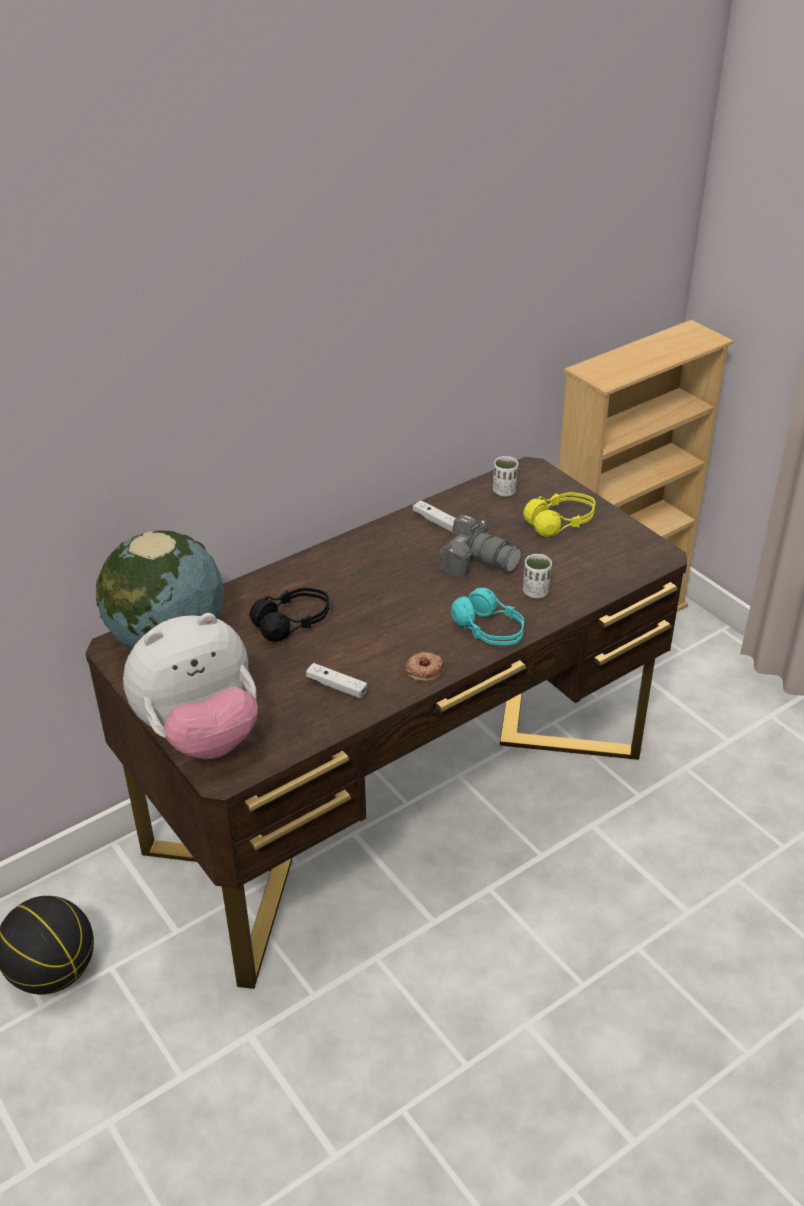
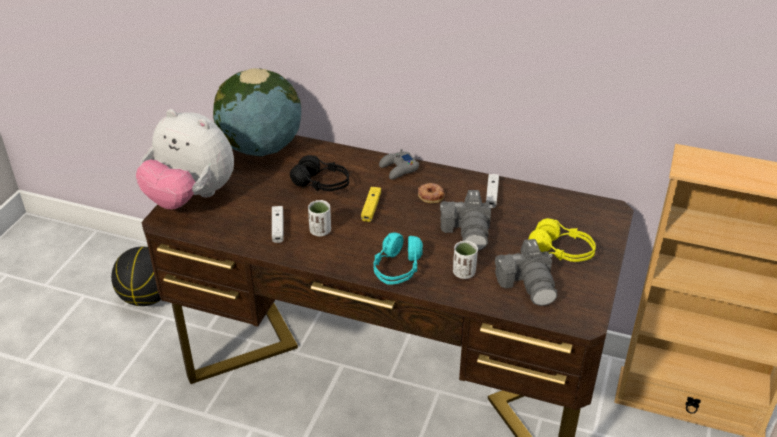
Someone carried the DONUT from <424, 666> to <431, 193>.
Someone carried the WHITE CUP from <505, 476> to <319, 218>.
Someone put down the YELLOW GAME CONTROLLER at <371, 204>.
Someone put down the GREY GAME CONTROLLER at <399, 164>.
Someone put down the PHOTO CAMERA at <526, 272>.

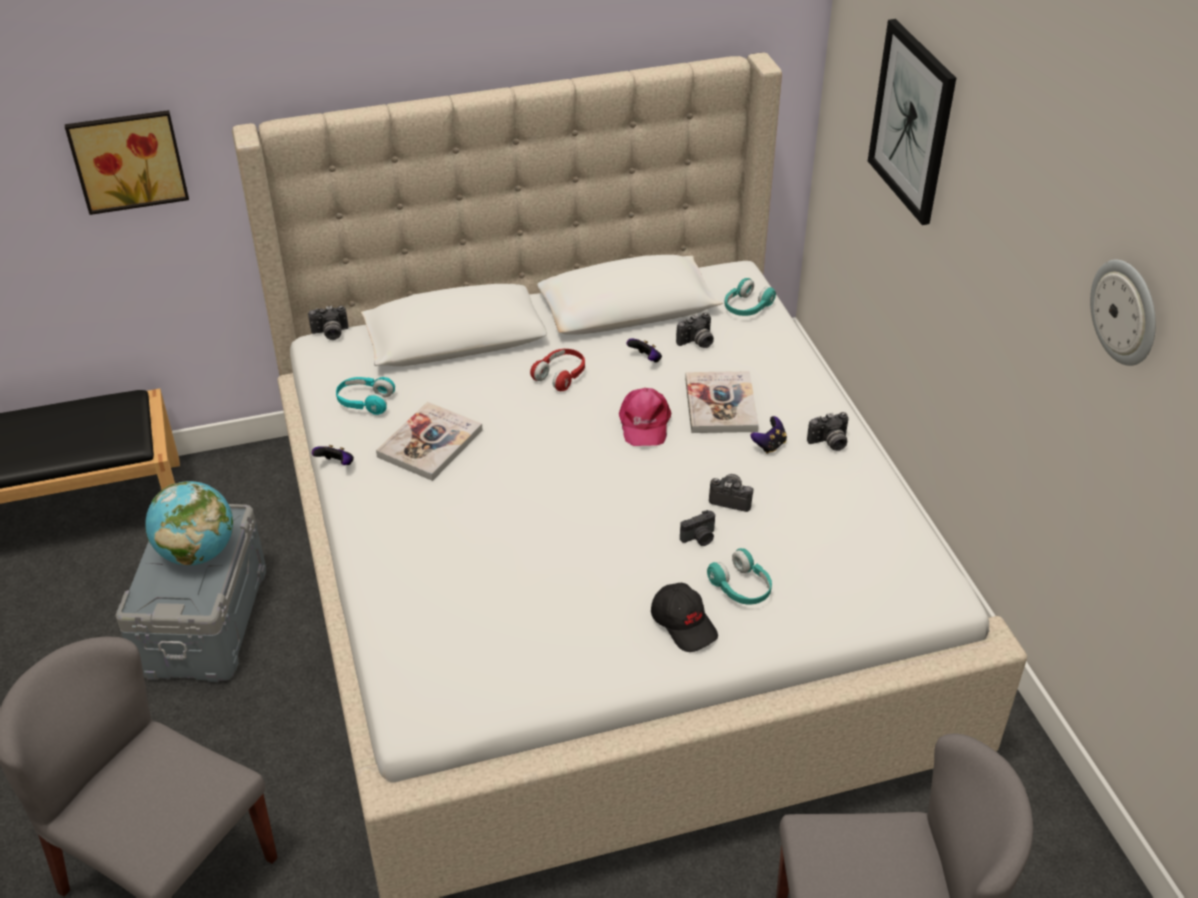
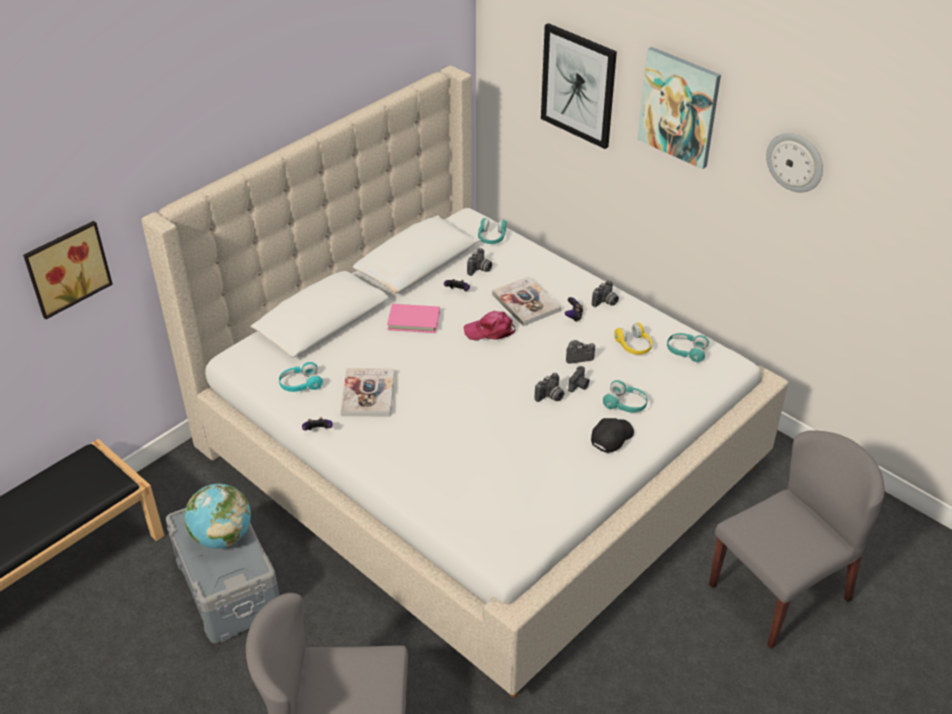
Someone carried the PHOTO CAMERA from <328, 322> to <549, 387>.
Someone swapped the RED HEADPHONES at <557, 370> for the PINK BOOK at <413, 318>.
Someone rotated the PINK CAP at <645, 417> by 120 degrees clockwise.
Someone rotated the BLACK CAP at <684, 617> by 75 degrees counterclockwise.
Someone put down the YELLOW HEADPHONES at <633, 338>.
Someone put up the PICTURE at <679, 108>.
Someone put down the TURQUOISE HEADPHONES at <688, 347>.

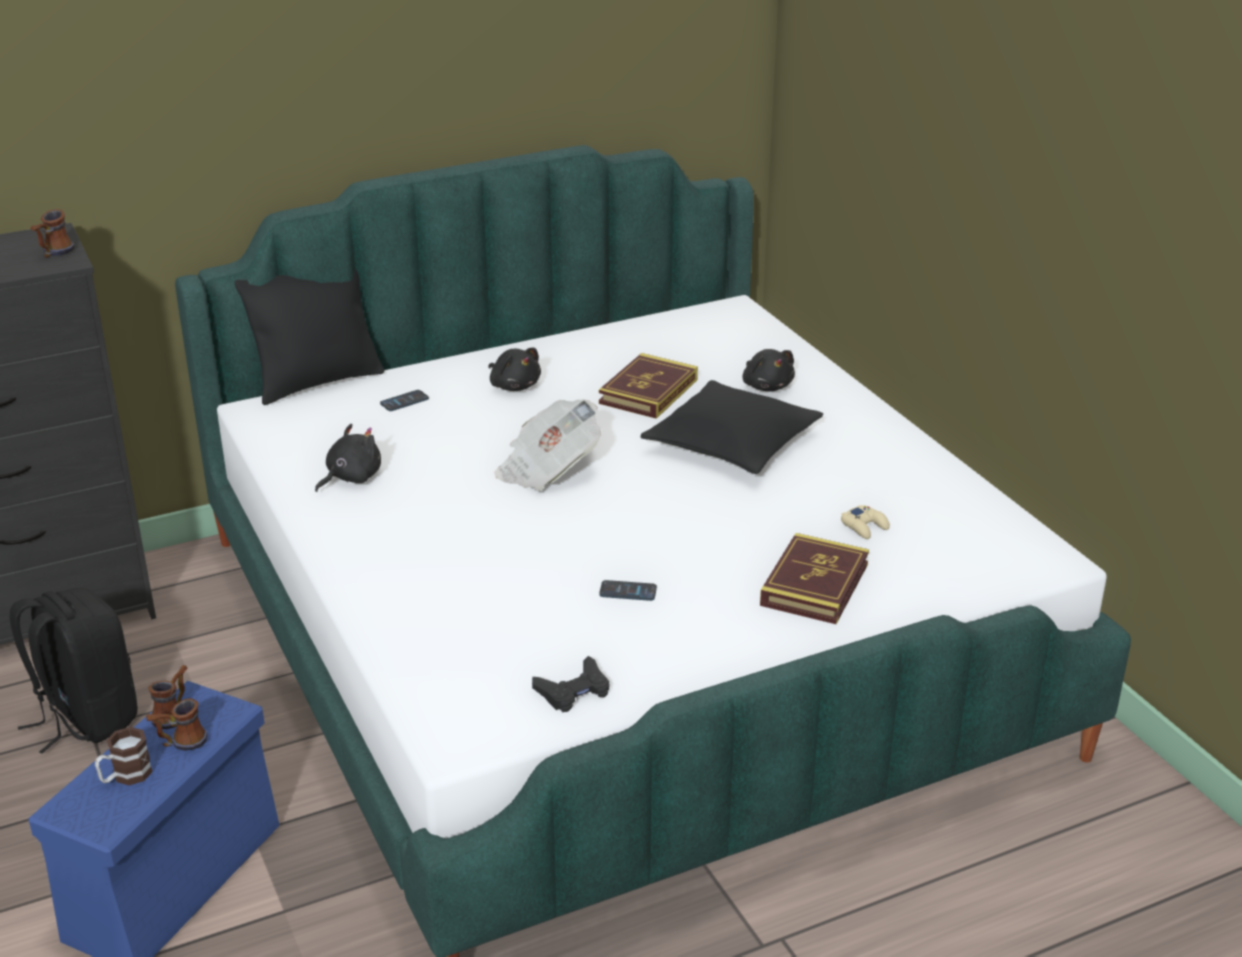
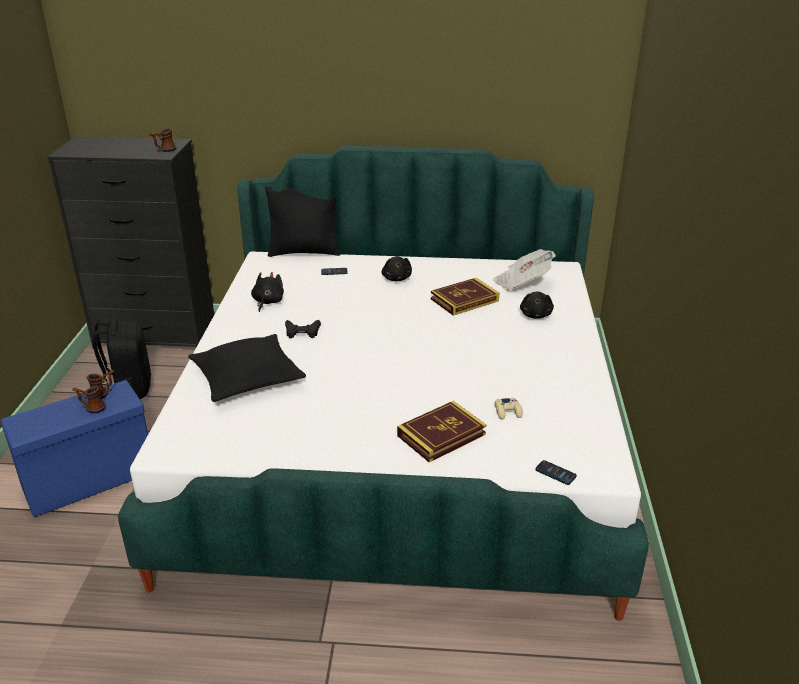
Someone took away the MUG at <124, 756>.
Someone rotated the BLACK PLUSH TOY at <348, 458> by 60 degrees counterclockwise.
Someone carried the NEWSPAPER from <547, 445> to <524, 270>.
Someone carried the BLACK GAME CONTROLLER from <570, 684> to <303, 329>.
Someone carried the PHONE from <628, 590> to <556, 472>.
Someone carried the BLACK PILLOW from <731, 427> to <247, 368>.

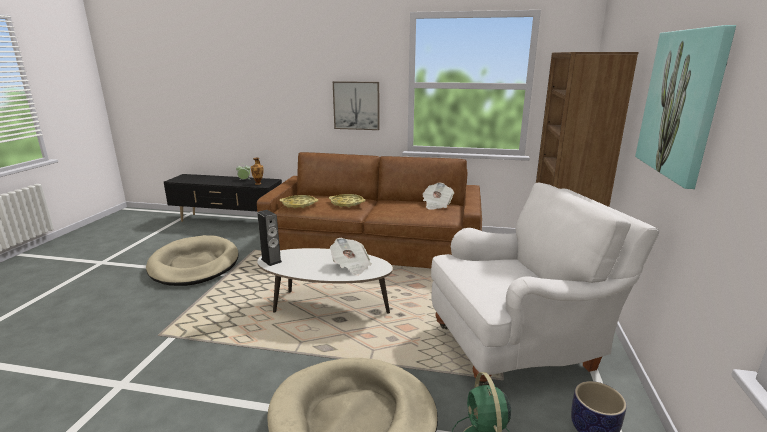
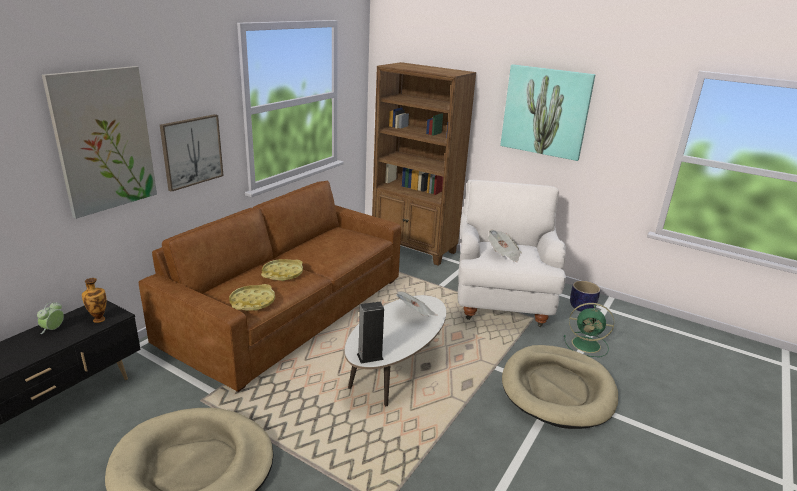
Someone carried the NEWSPAPER from <438, 196> to <505, 246>.
Someone put up the PICTURE at <99, 142>.

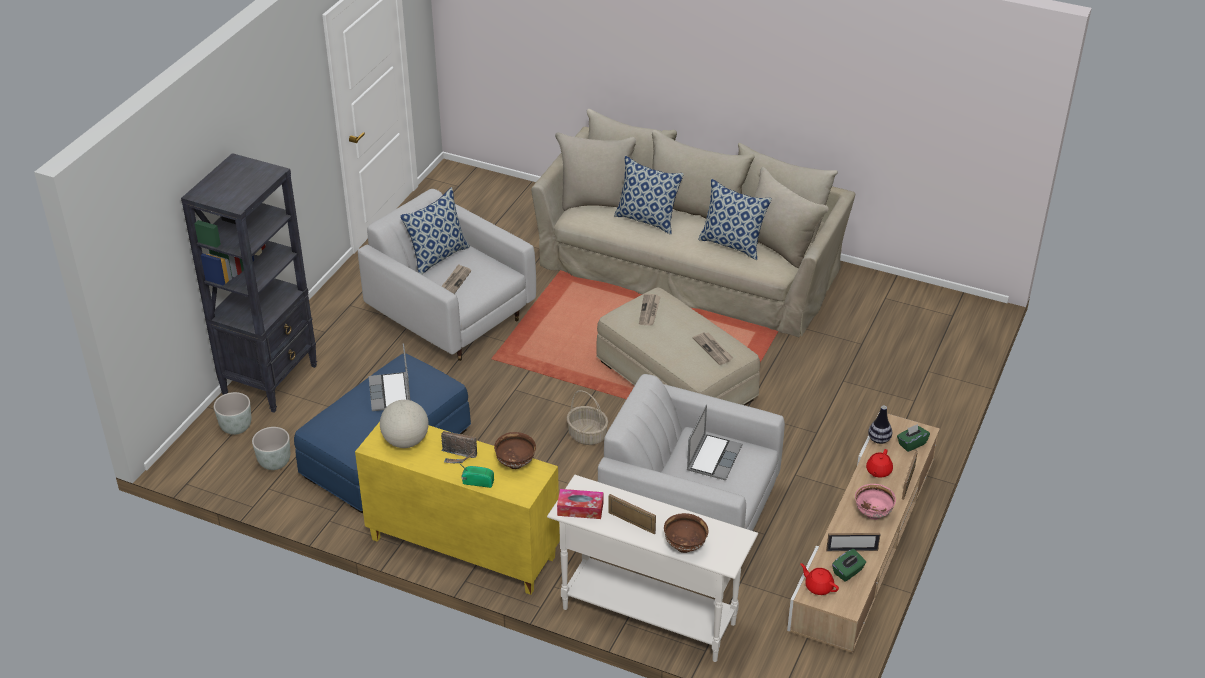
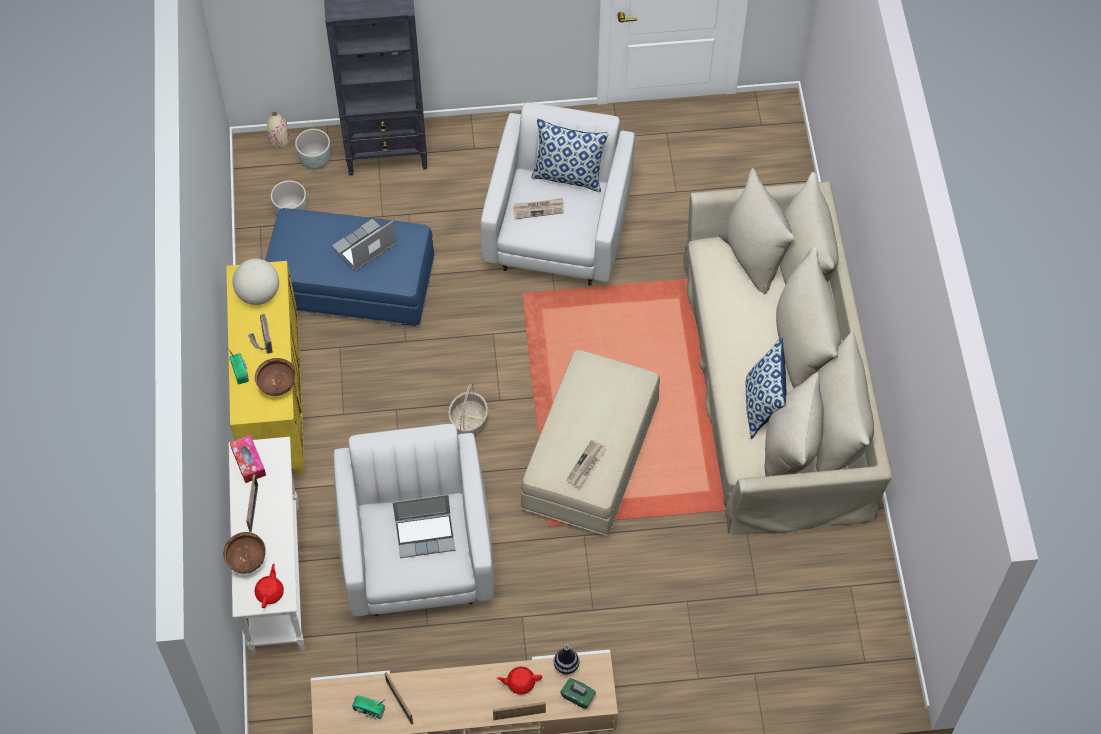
Someone took away the PILLOW at <649, 195>.
Someone took away the NEWSPAPER at <650, 310>.
Someone carried the RED TEAPOT from <819, 579> to <269, 586>.
Someone swapped the GREEN TISSUE BOX at <849, 565> for the RADIO at <368, 707>.
Someone took away the PINK BOWL at <875, 502>.
Someone put down the BEIGE VASE at <278, 129>.

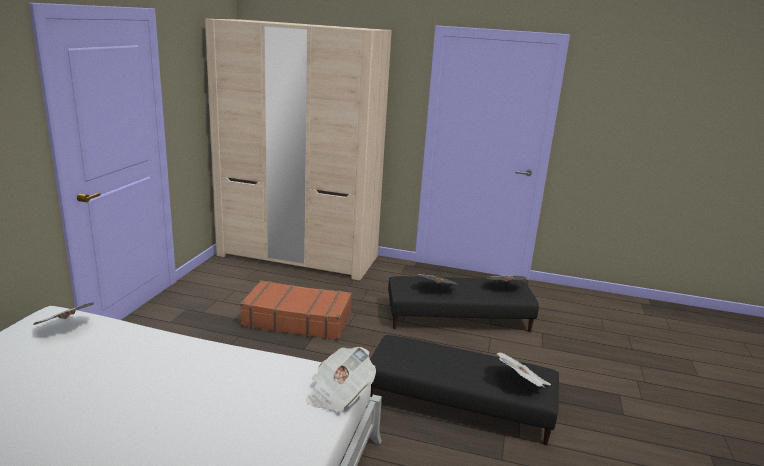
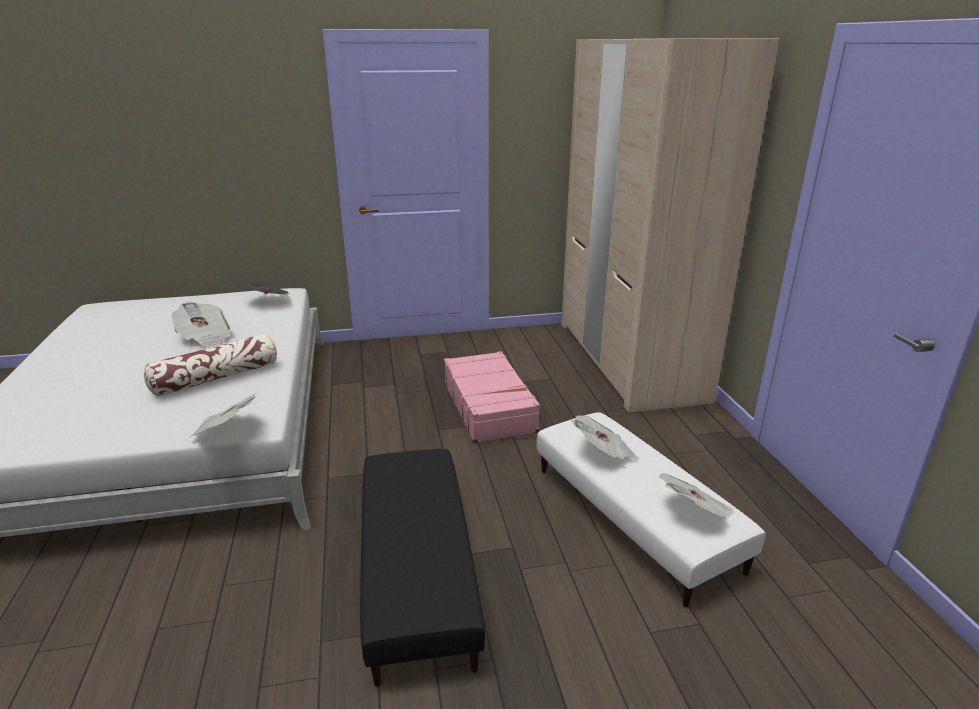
Someone repainted the BROWN SUITCASE at <296, 310>, which became the PINK SUITCASE at <492, 397>.
Someone repainted the BLACK OTTOMAN at <463, 304>, which became the WHITE OTTOMAN at <651, 509>.
Someone carried the NEWSPAPER from <524, 370> to <201, 325>.
Someone put down the PILLOW at <210, 365>.

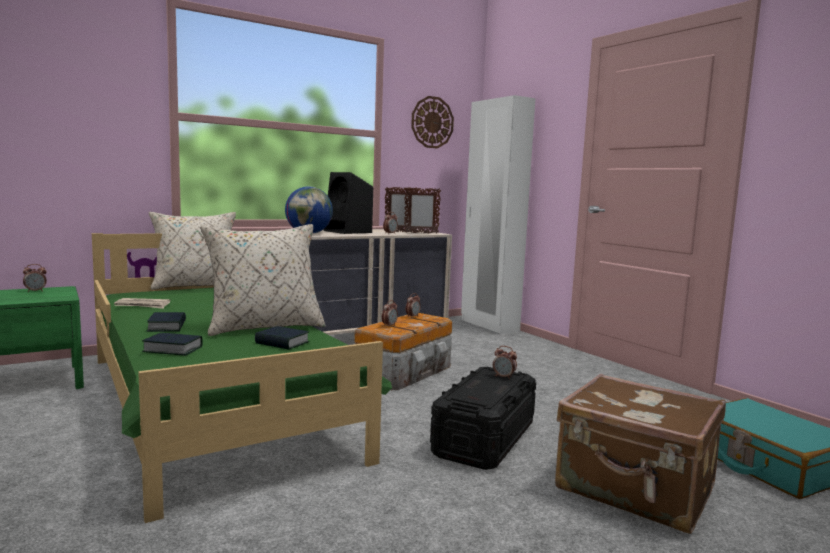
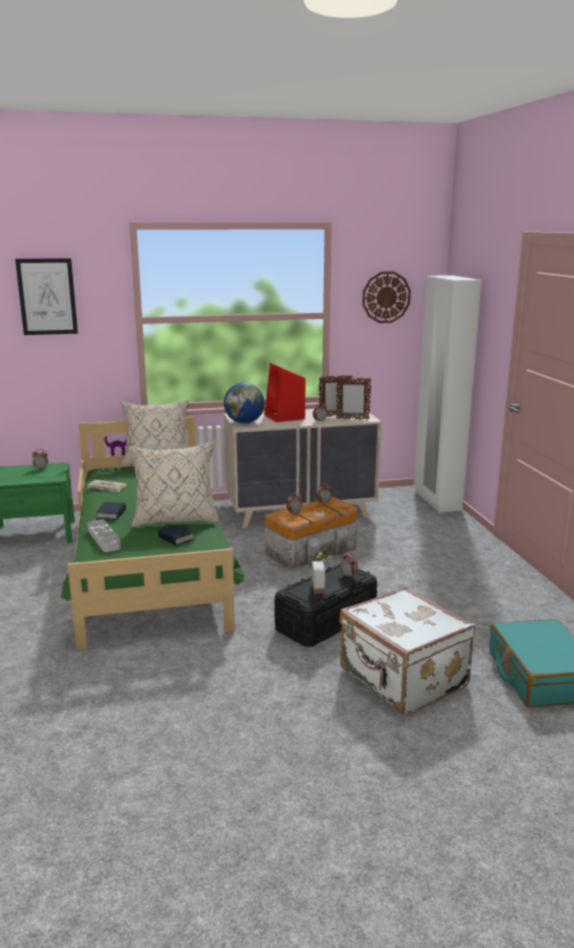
Someone swapped the BOOK at <172, 344> for the GREY TRAY at <104, 536>.
Someone repainted the BLACK SPEAKER at <348, 203>, which became the RED SPEAKER at <285, 392>.
Someone repainted the BROWN SUITCASE at <640, 454>, which became the WHITE SUITCASE at <407, 651>.
Someone put up the PICTURE at <46, 296>.
Someone put down the POTTED PLANT at <322, 573>.

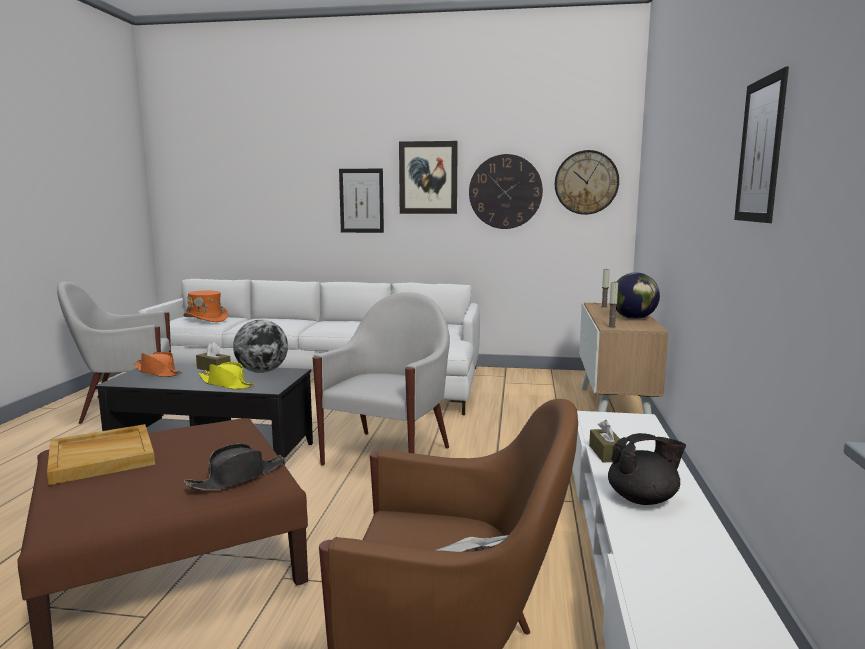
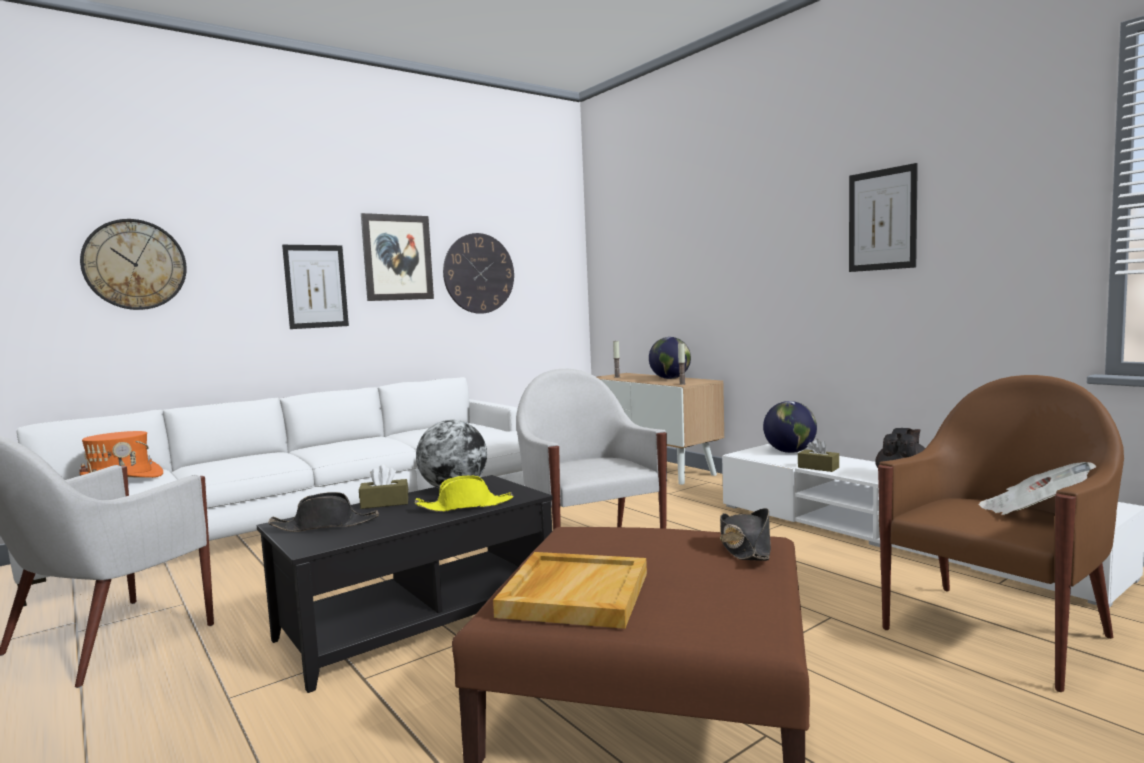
Someone repainted the ORANGE HAT at <158, 364>, which became the BLACK HAT at <323, 512>.
Someone carried the WALL CLOCK from <587, 182> to <133, 264>.
Someone put down the GLOBE at <790, 427>.

